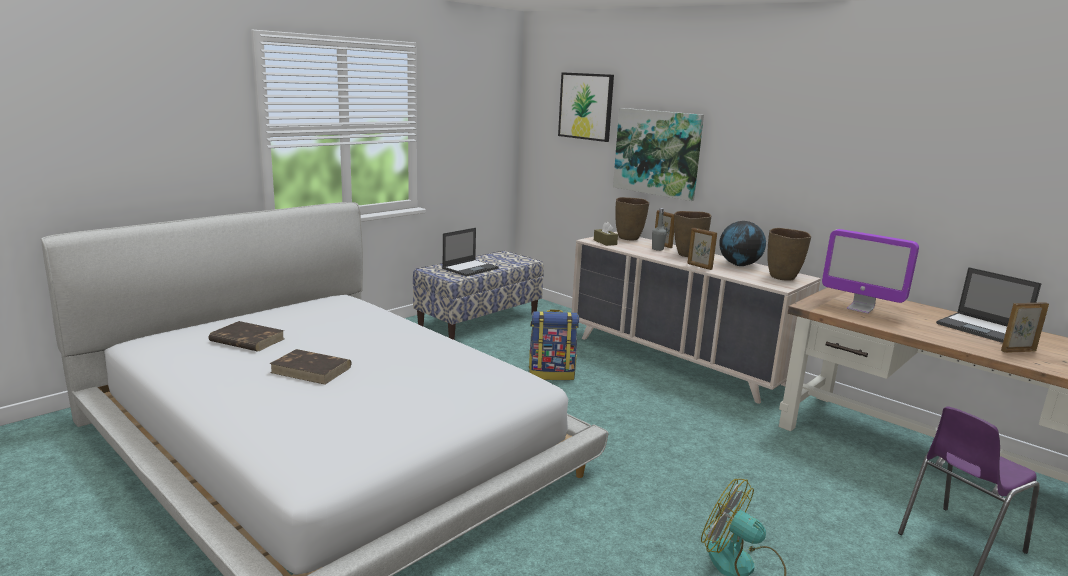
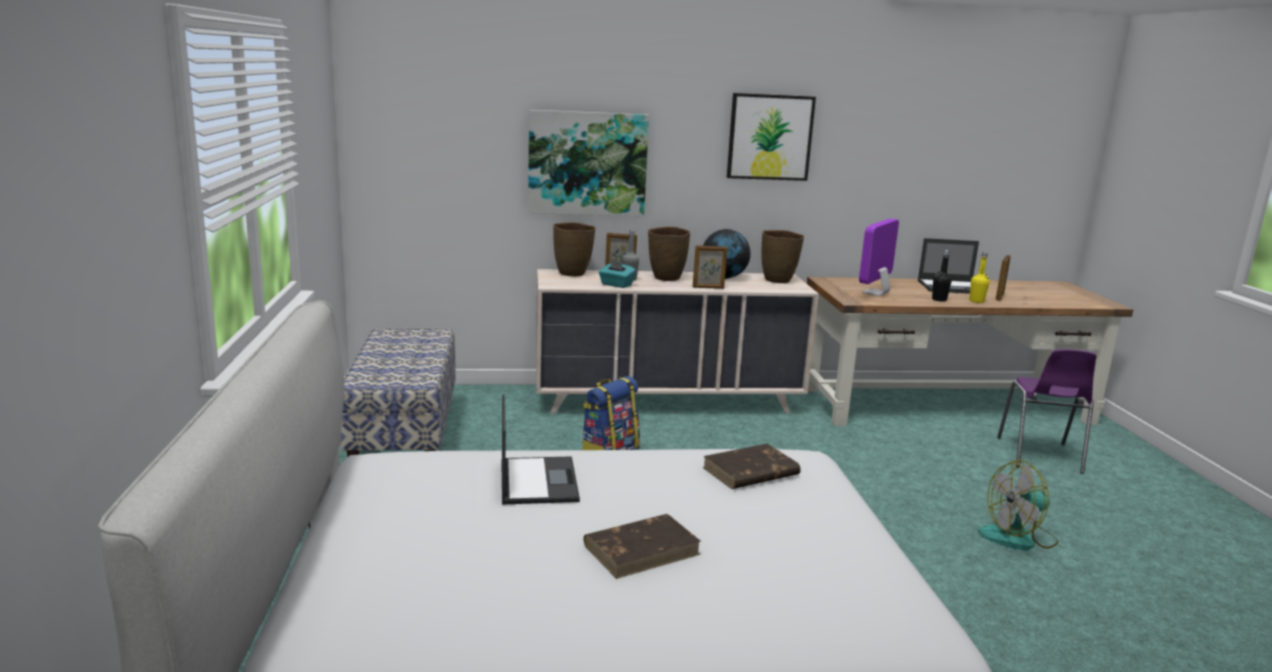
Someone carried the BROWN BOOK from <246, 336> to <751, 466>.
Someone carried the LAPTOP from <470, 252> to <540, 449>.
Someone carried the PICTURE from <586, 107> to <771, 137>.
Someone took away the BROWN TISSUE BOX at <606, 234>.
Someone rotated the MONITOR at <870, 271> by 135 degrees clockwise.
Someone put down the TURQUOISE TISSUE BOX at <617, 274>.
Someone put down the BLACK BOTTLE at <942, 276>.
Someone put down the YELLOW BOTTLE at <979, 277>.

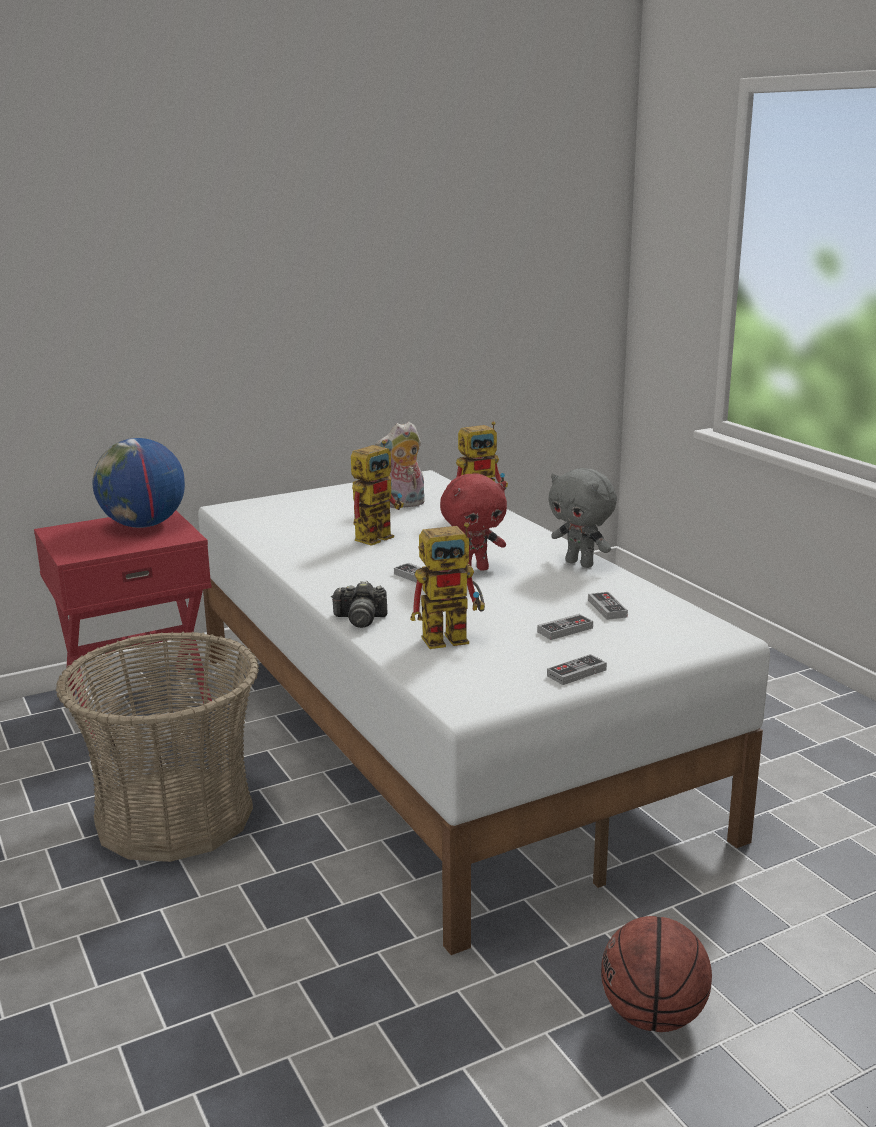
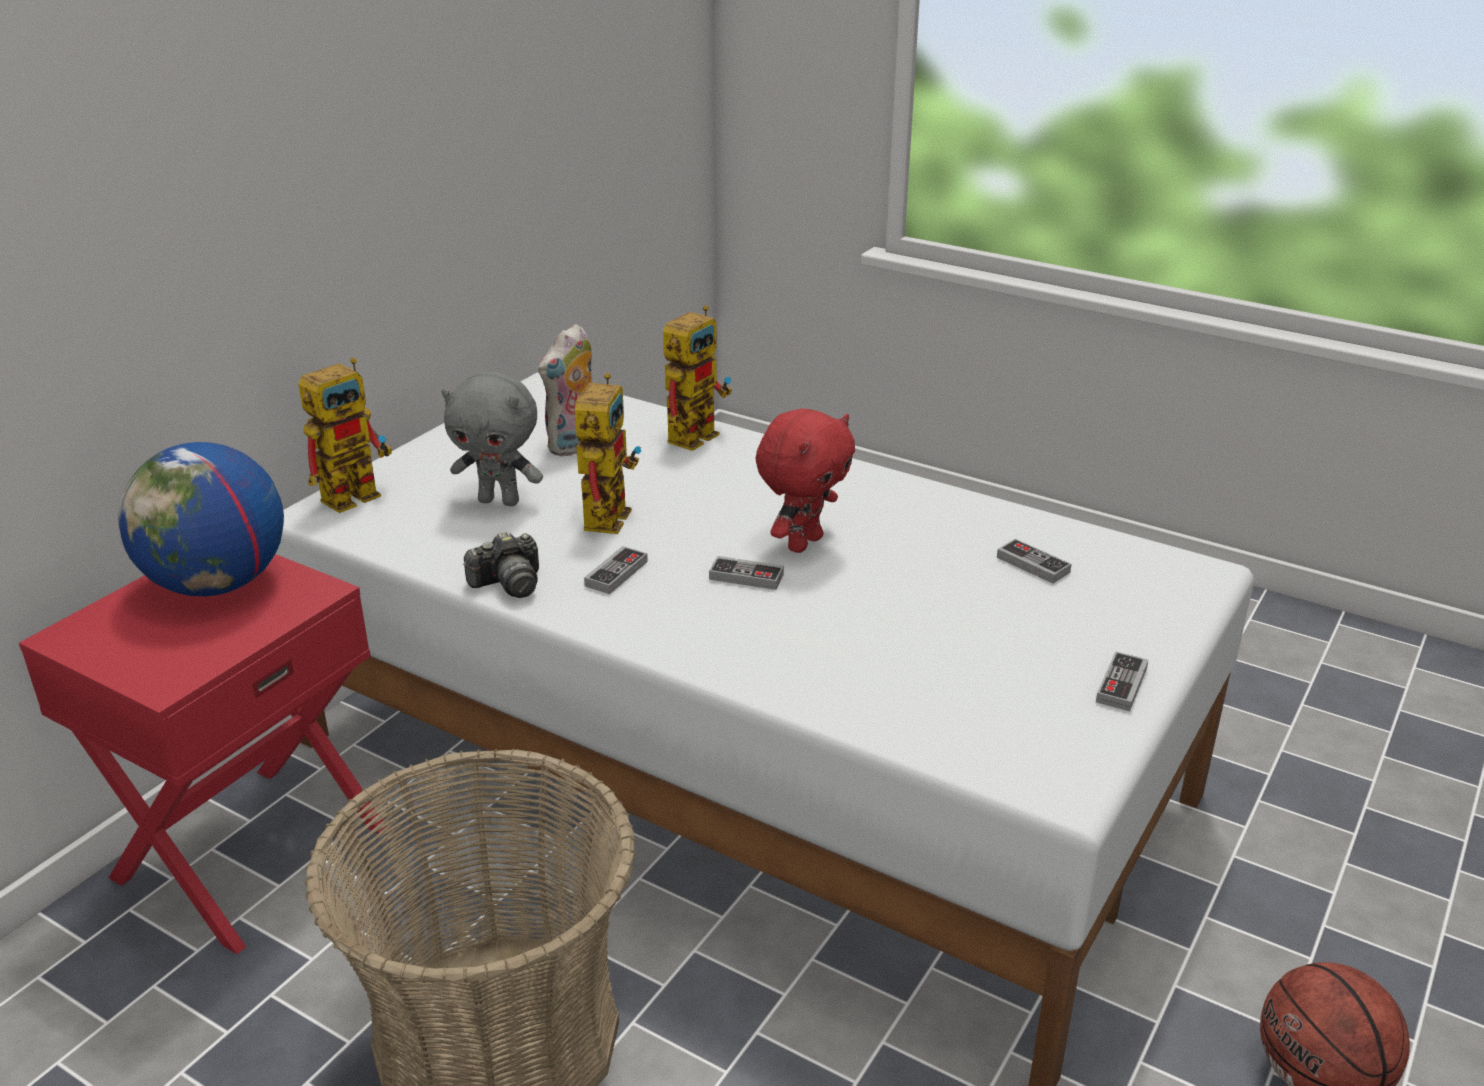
Someone carried the PHOTO CAMERA from <359, 604> to <501, 564>.
Someone carried the TOY ROBOT from <447, 585> to <345, 435>.
Someone carried the GAME CONTROLLER from <565, 627> to <616, 570>.
Someone carried the GREY PLUSH TOY from <582, 518> to <492, 439>.

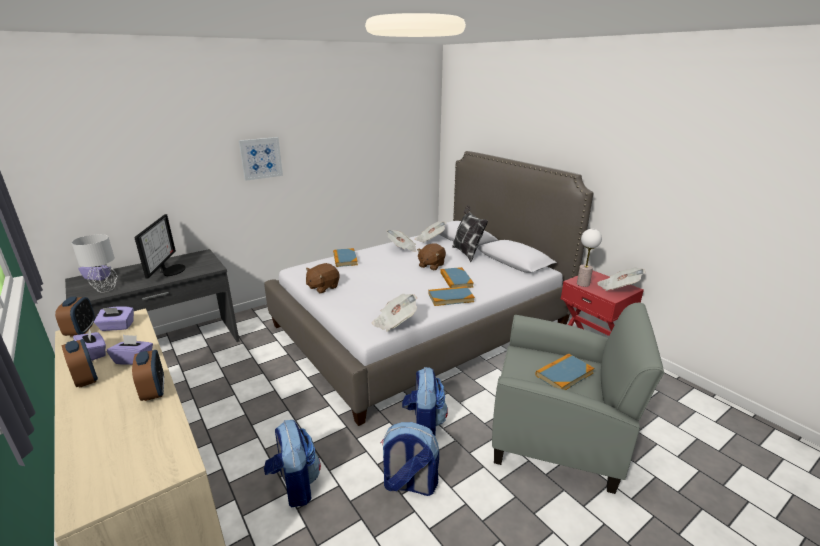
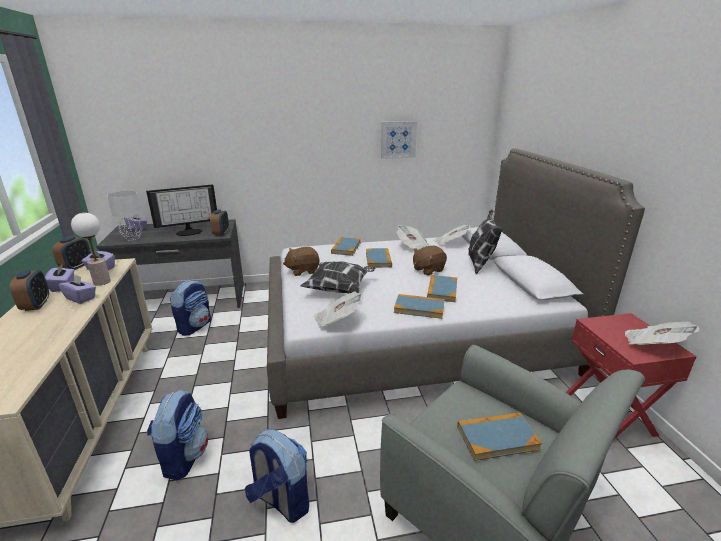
Someone carried the ALARM CLOCK from <148, 375> to <219, 222>.
Someone rotated the MONITOR at <160, 246> by 45 degrees clockwise.
Someone carried the PICTURE from <261, 159> to <399, 140>.
Someone carried the BACKPACK from <425, 401> to <190, 308>.
Someone carried the TABLE LAMP from <589, 258> to <91, 249>.
Someone put down the PILLOW at <338, 277>.
Someone put down the BOOK at <379, 258>.

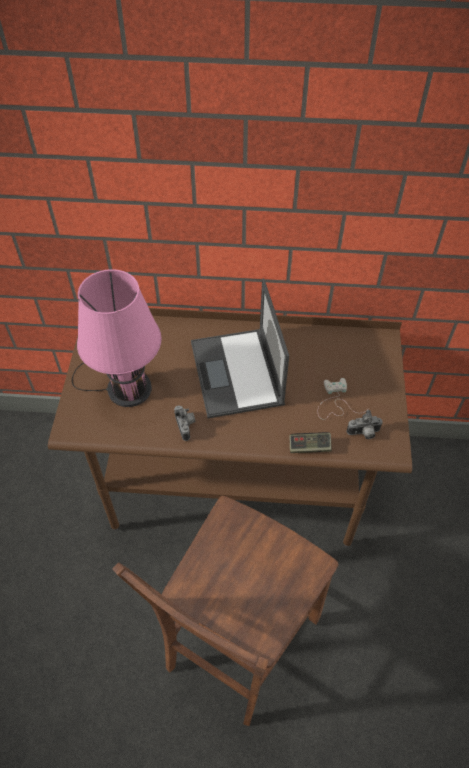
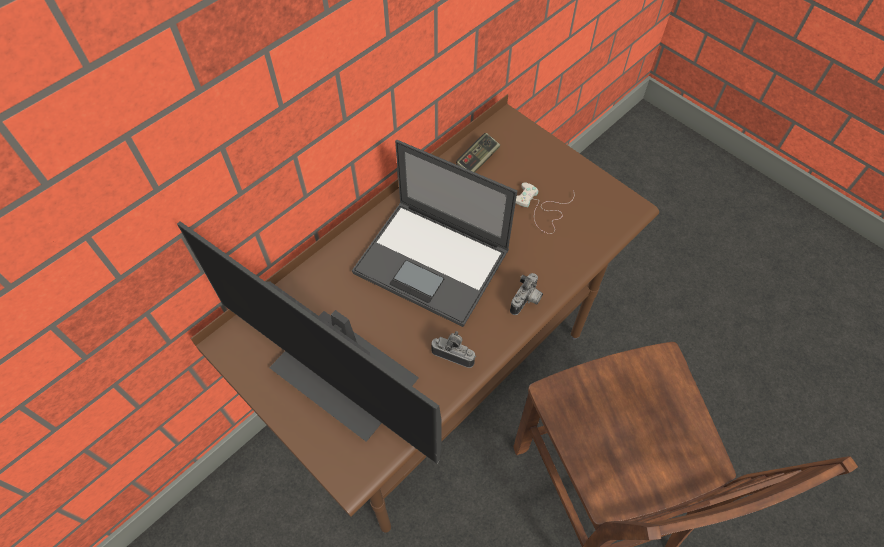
Someone swapped the PINK TABLE LAMP at <117, 338> for the MONITOR at <309, 342>.
Someone carried the GAME CONTROLLER from <310, 442> to <478, 152>.
Someone carried the PHOTO CAMERA from <365, 424> to <526, 294>.

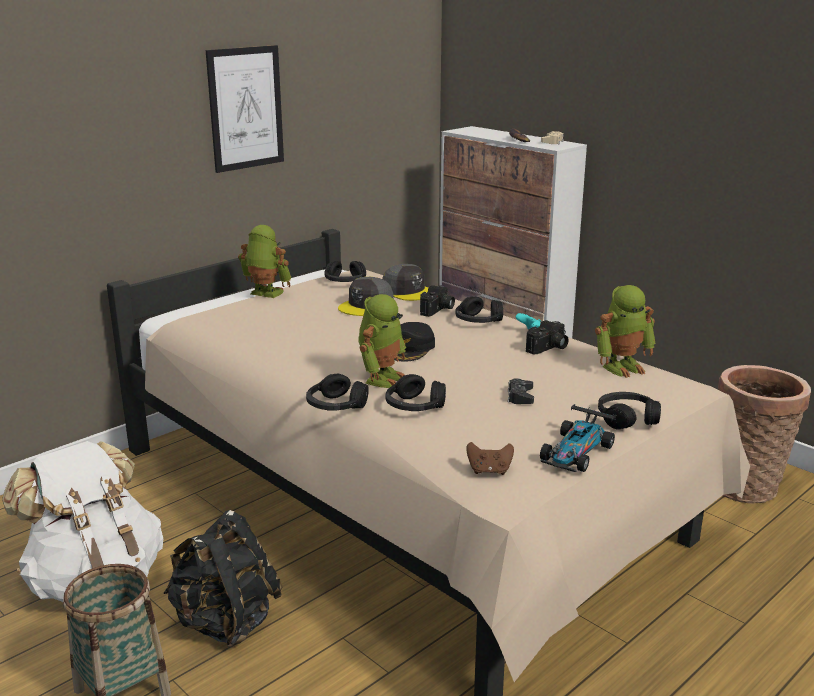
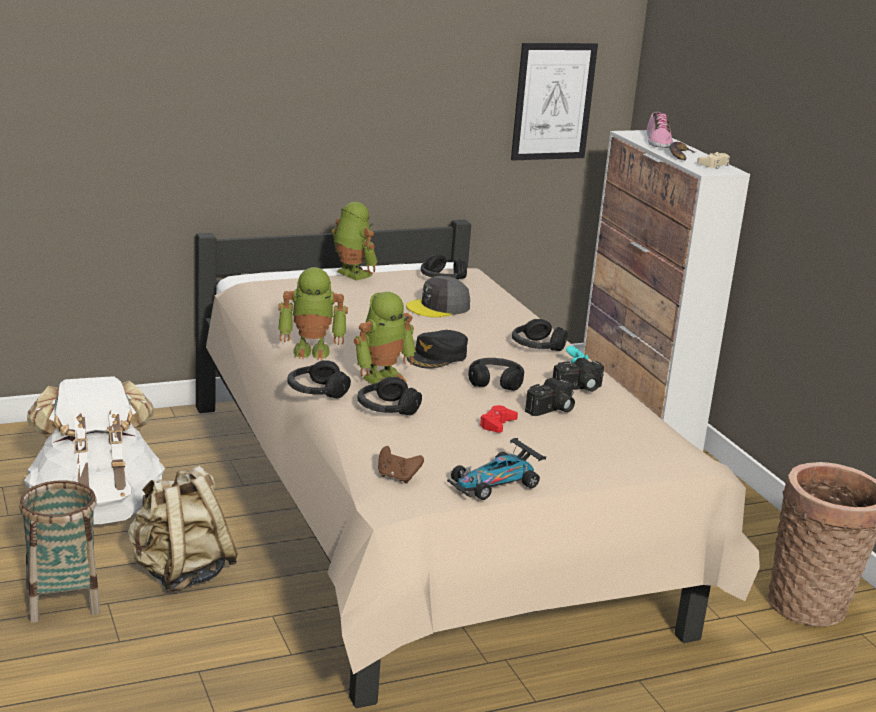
Someone repainted the BLACK BACKPACK at <223, 579>, which became the BEIGE BACKPACK at <183, 529>.
Someone carried the PICTURE from <245, 109> to <554, 102>.
Someone took away the GREY CAP at <405, 282>.
Someone carried the PHOTO CAMERA from <437, 301> to <550, 397>.
Someone repainted the BLACK GAME CONTROLLER at <521, 391>, which became the RED GAME CONTROLLER at <498, 419>.
Someone carried the TOY ROBOT from <625, 331> to <313, 313>.
Someone carried the BLACK HEADPHONES from <629, 411> to <496, 374>.
Someone put down the SHOE at <660, 130>.

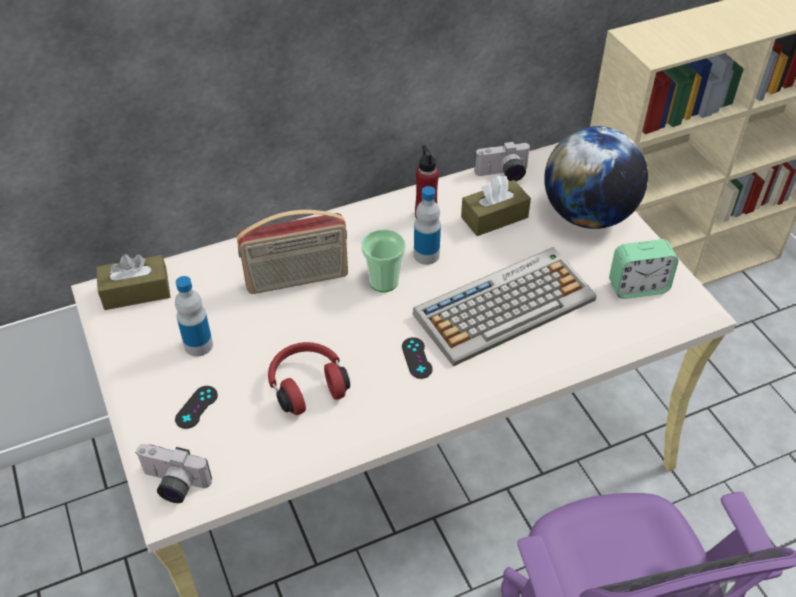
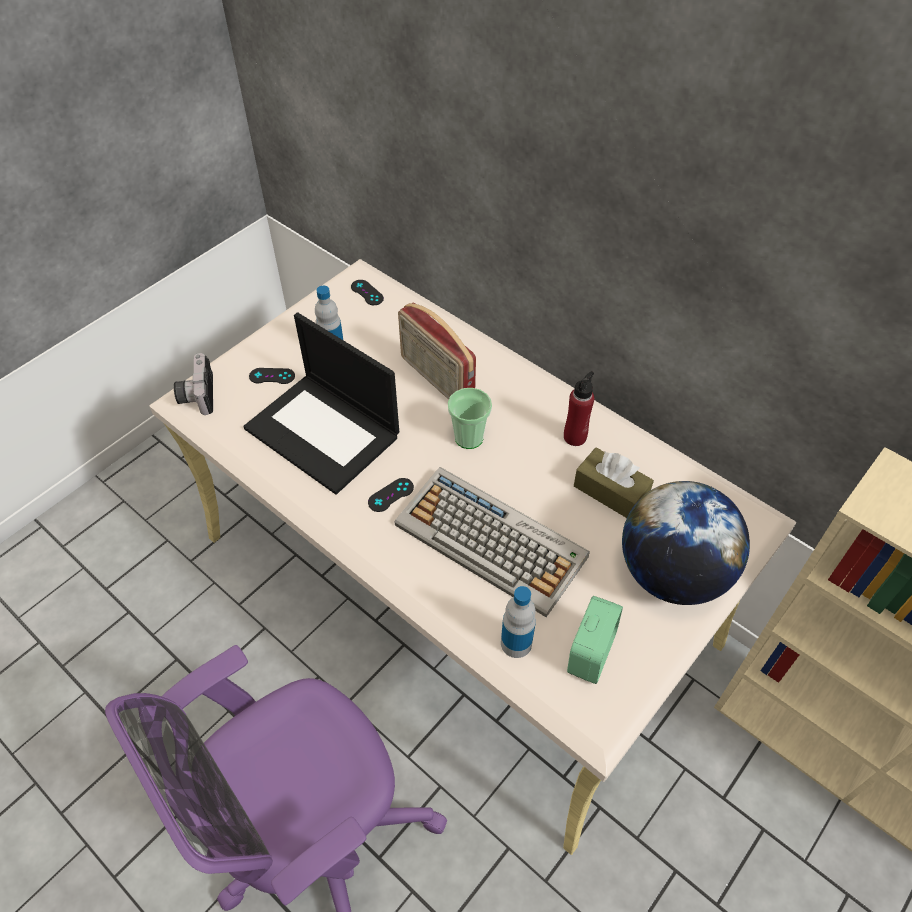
Someone swapped the BROWN TISSUE BOX at <133, 282> for the BLACK GAME CONTROLLER at <367, 292>.
Someone swapped the RED HEADPHONES at <309, 378> for the LAPTOP at <321, 403>.
Someone carried the BOTTLE from <427, 225> to <518, 622>.
Someone took away the PHOTO CAMERA at <502, 161>.
Someone rotated the ALARM CLOCK at <644, 269> by 120 degrees counterclockwise.

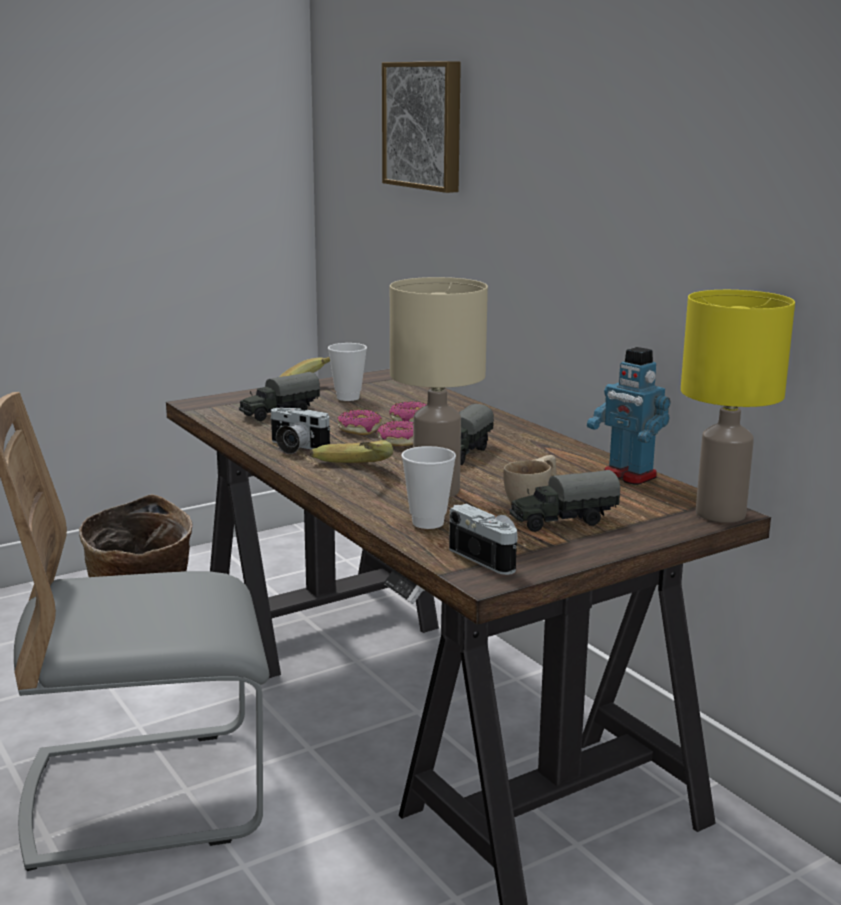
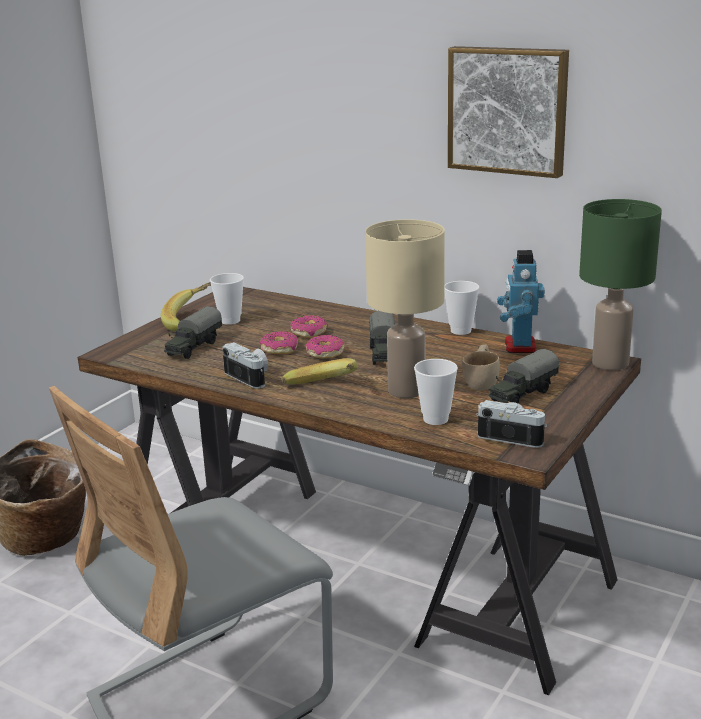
Someone rotated the PHOTO CAMERA at <300, 431> by 135 degrees counterclockwise.
Someone carried the PICTURE from <421, 127> to <508, 112>.
Someone rotated the TOY ROBOT at <629, 416> by 75 degrees clockwise.
Someone repainted the YELLOW TABLE LAMP at <738, 406>, which became the GREEN TABLE LAMP at <620, 284>.
Someone put down the CUP at <461, 308>.

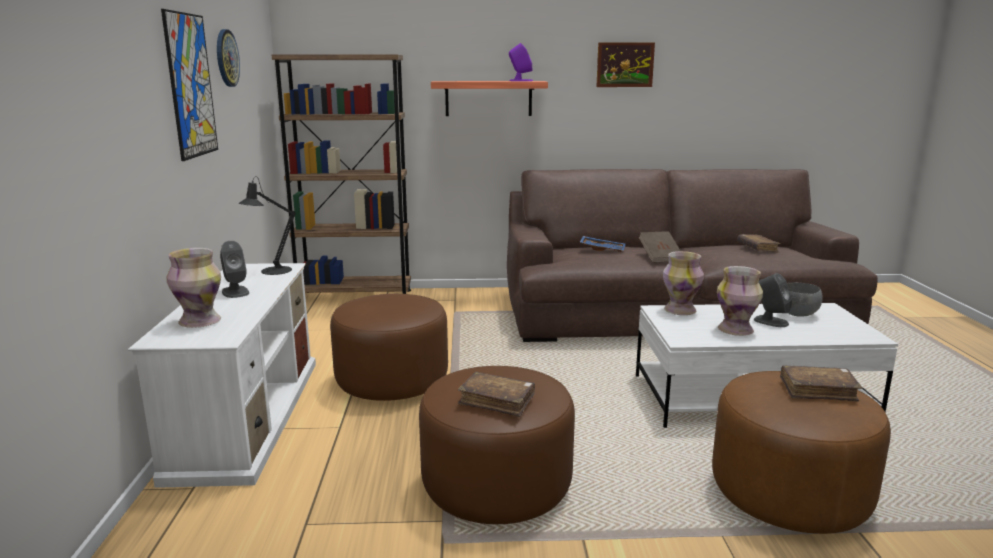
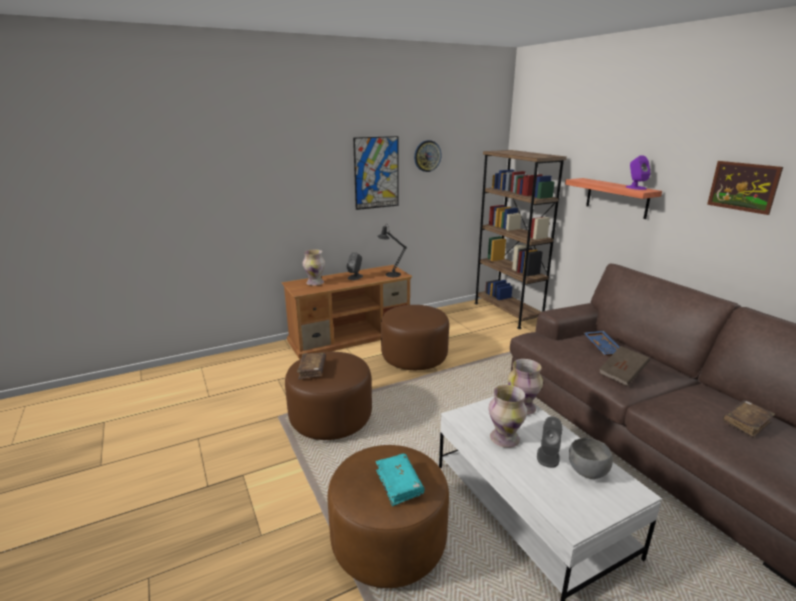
Someone repainted the WHITE TV STAND at <222, 375>, which became the BROWN TV STAND at <347, 312>.
Someone repainted the BROWN BOOK at <821, 383>, which became the TURQUOISE BOOK at <400, 480>.

